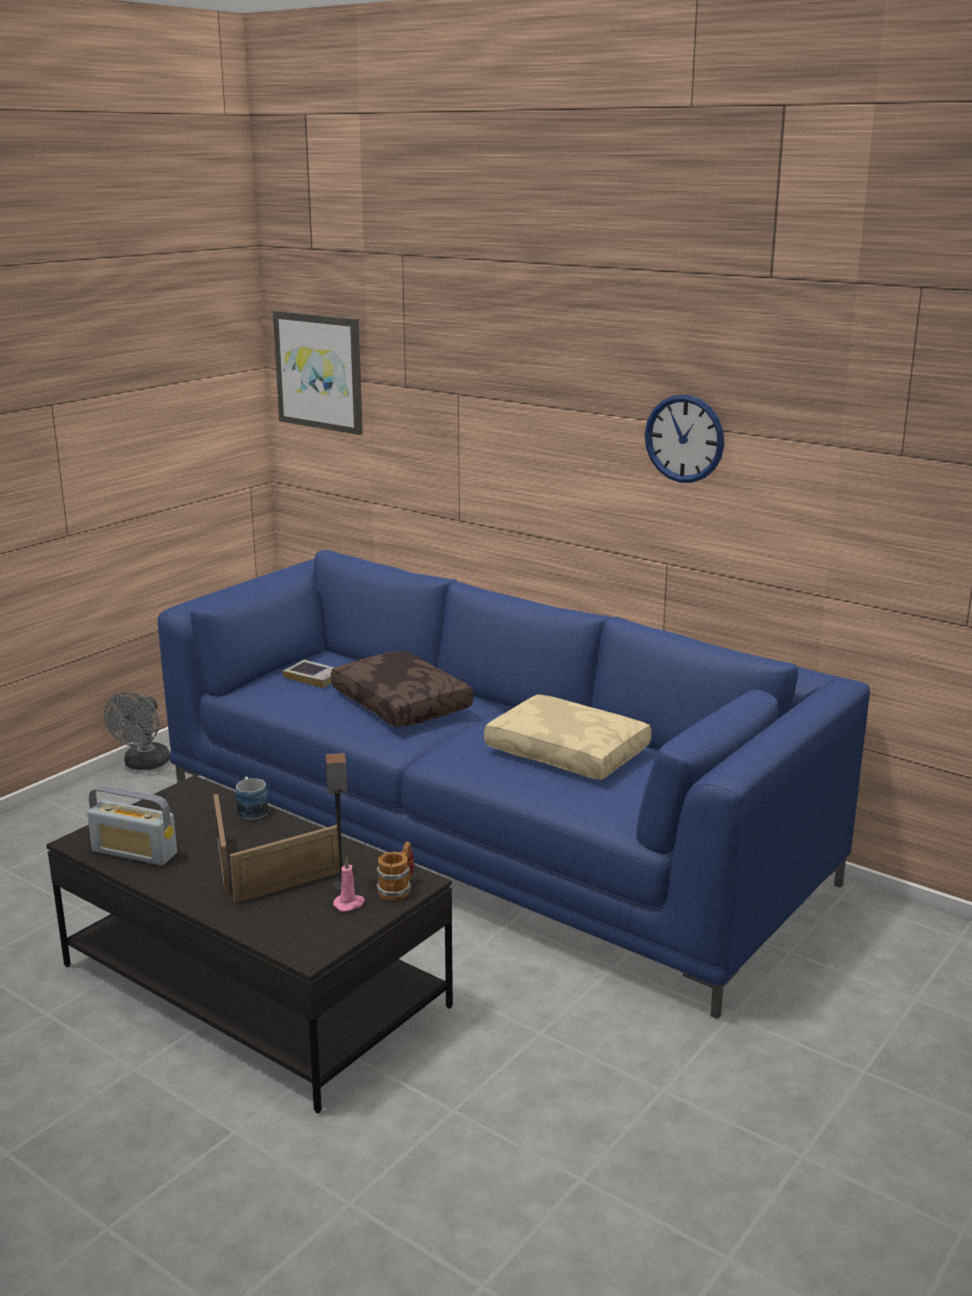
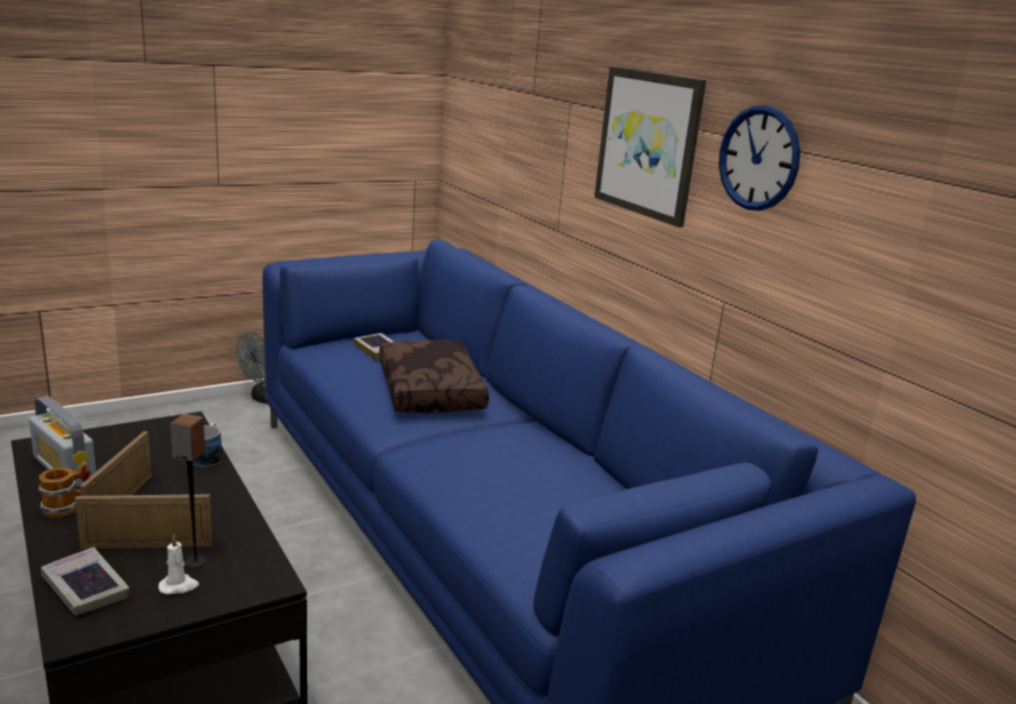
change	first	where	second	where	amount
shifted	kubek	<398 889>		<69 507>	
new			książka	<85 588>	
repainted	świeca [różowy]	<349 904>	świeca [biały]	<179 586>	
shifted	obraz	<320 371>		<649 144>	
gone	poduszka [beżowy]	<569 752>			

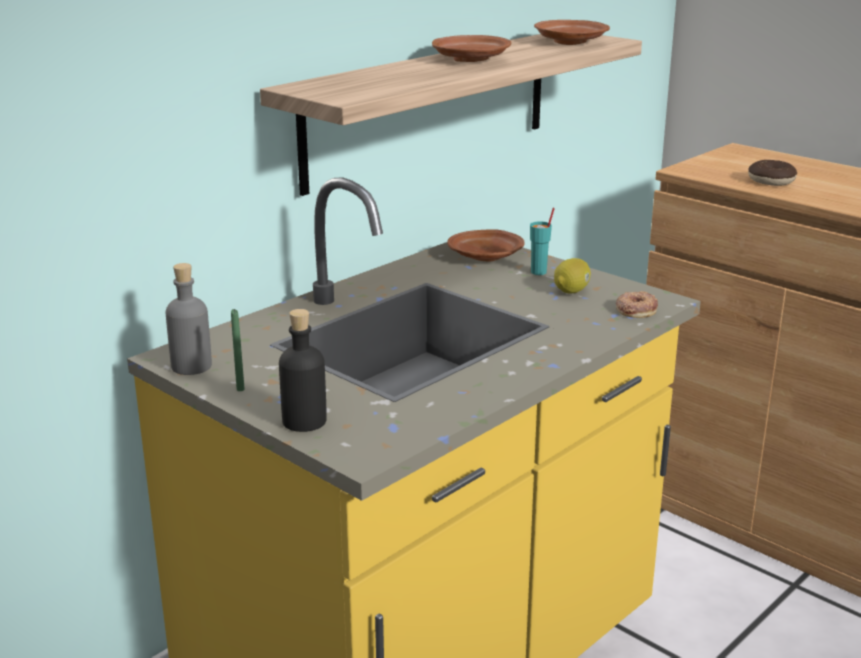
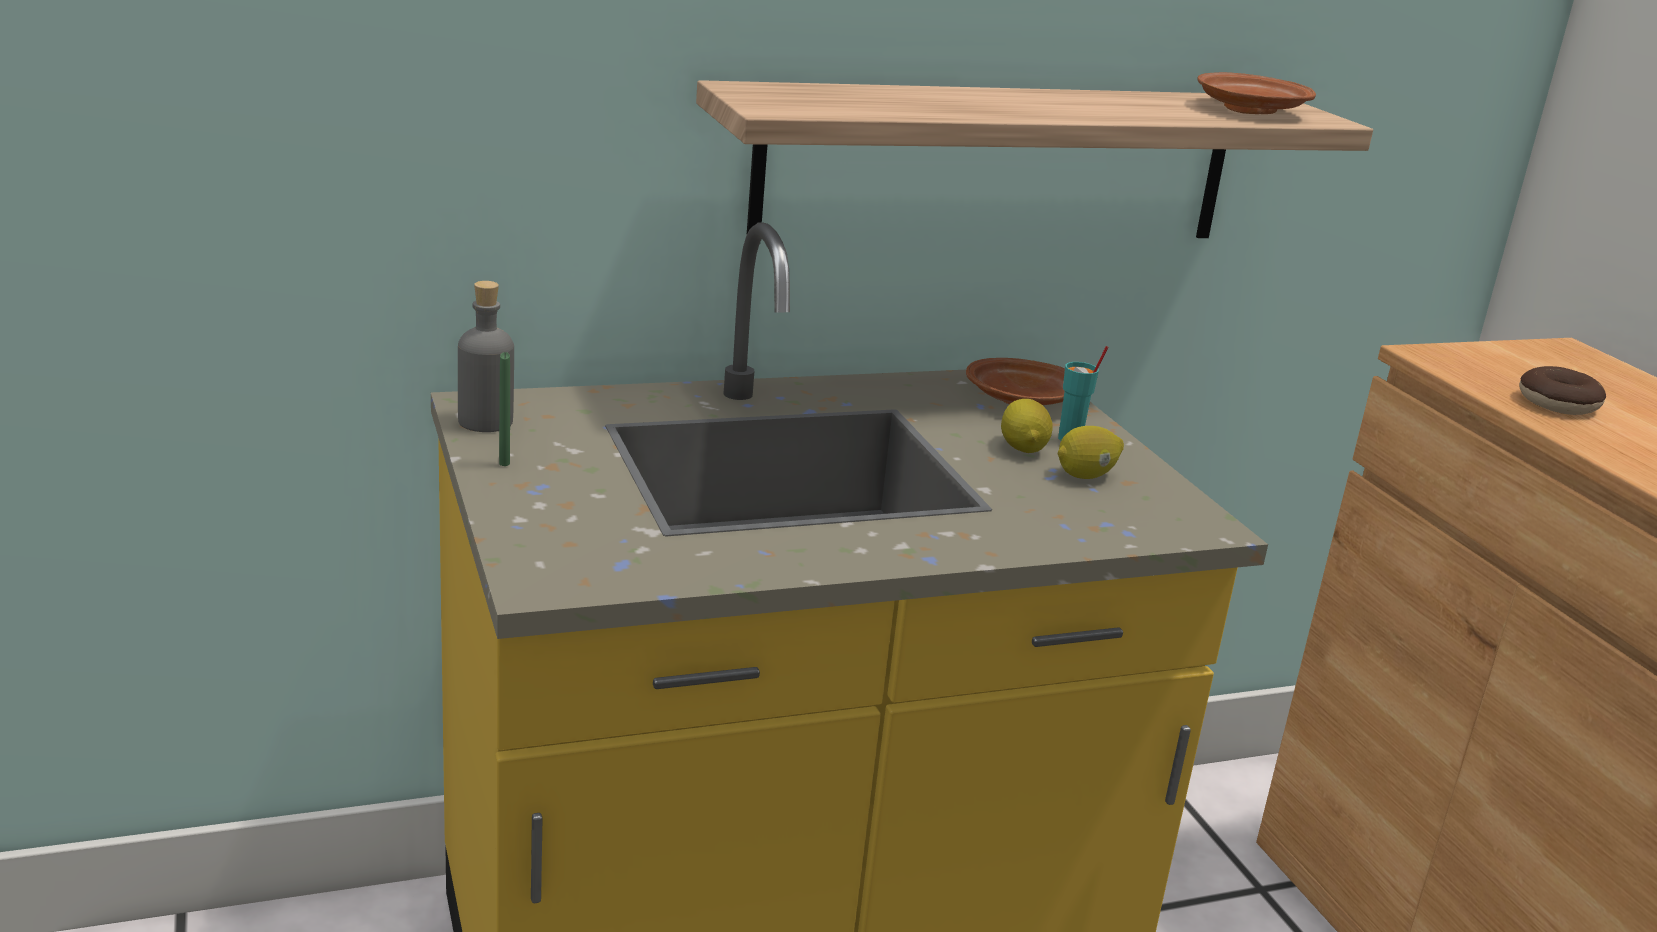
change	first	where	second	where	amount
new			cytryna	<1023 448>	
gone	butelka [czarny]	<304 421>			
gone	talerz [brązowy]	<471 59>			
gone	donut	<635 309>			

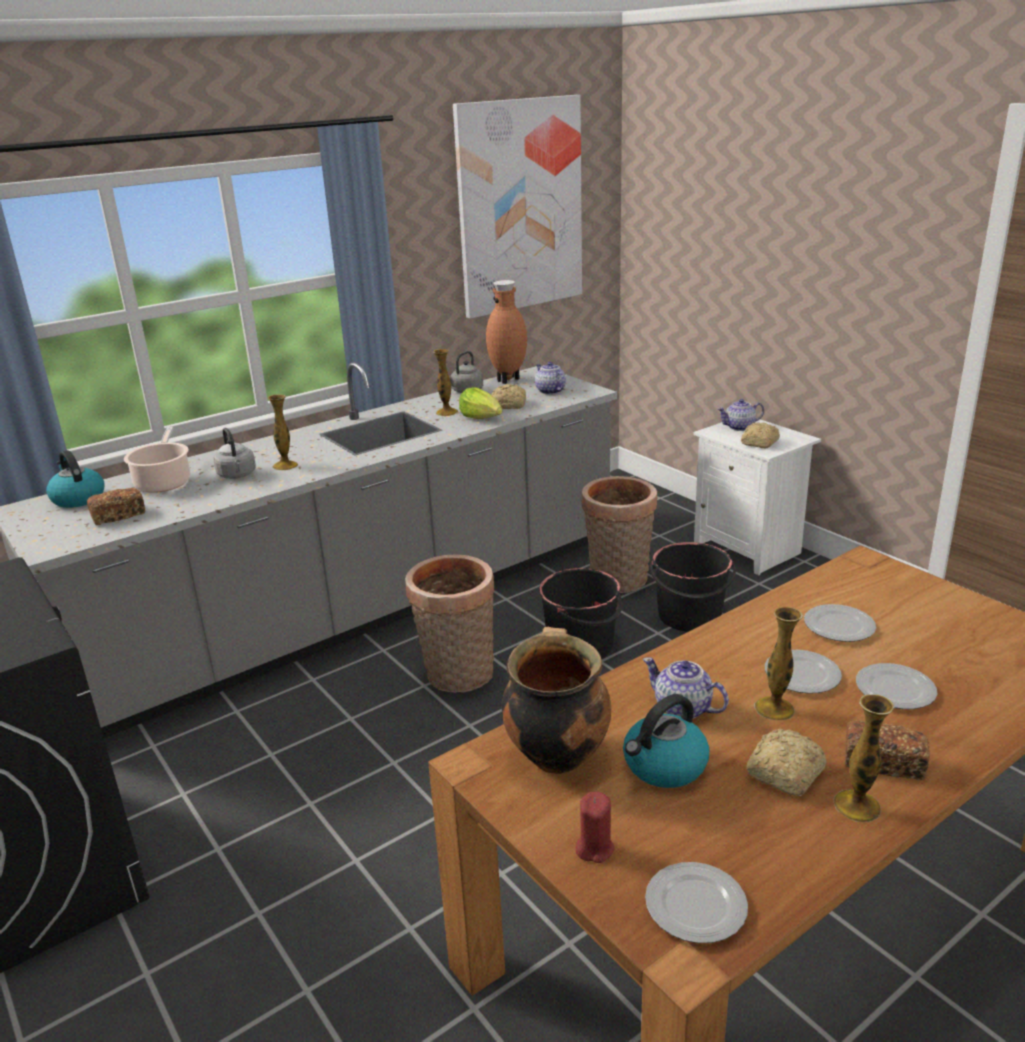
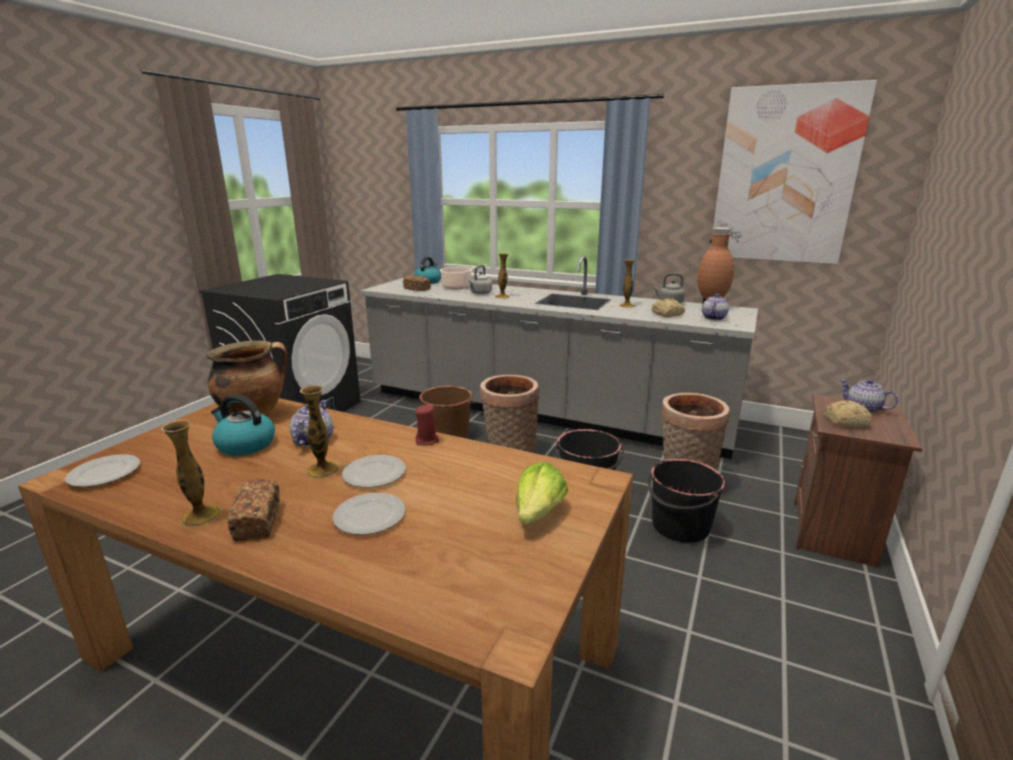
change	first	where	second	where	amount
shifted	świeca [czerwony]	<594 848>		<427 440>	
new			wiadro [brązowy]	<448 434>	
shifted	sałata	<482 418>		<539 513>	
repainted	szafka nocna [biały]	<748 548>	szafka nocna [brązowy]	<834 533>	
gone	chleb	<784 774>			
gone	talerz	<838 627>			

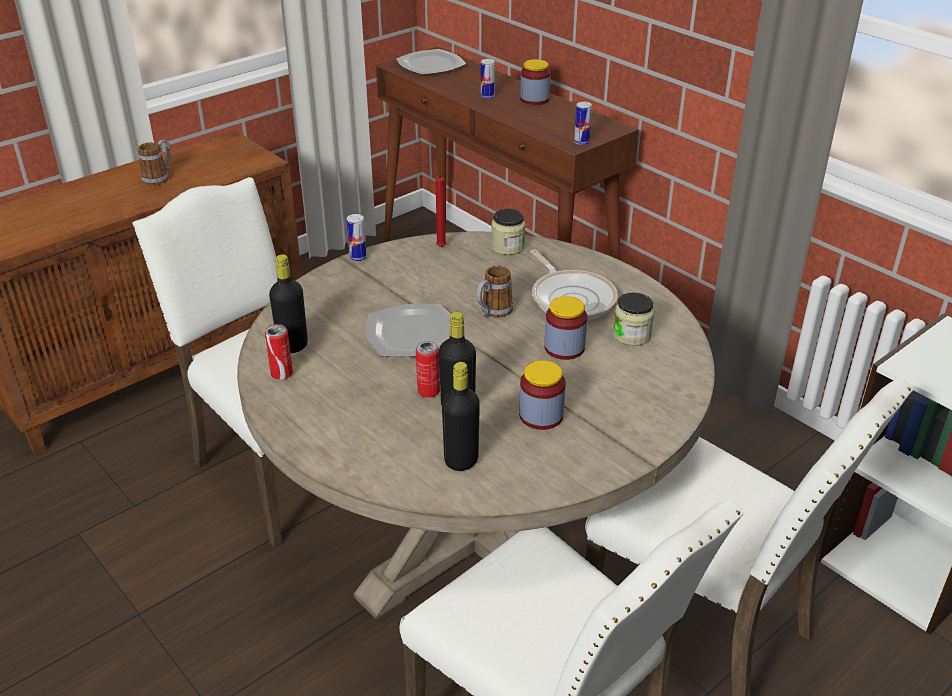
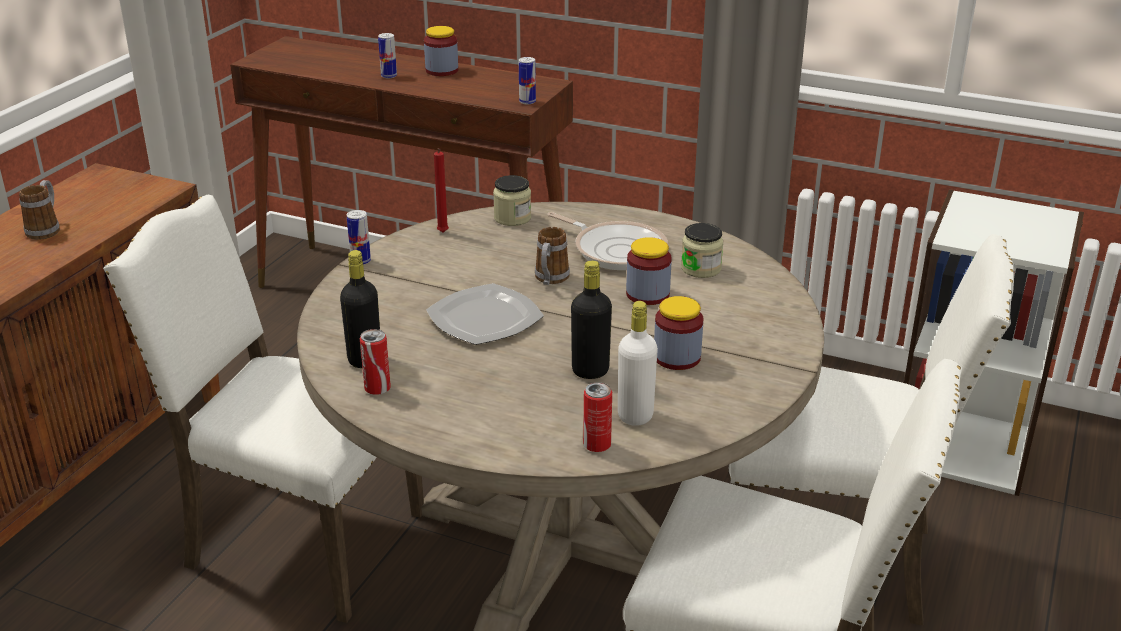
change	first	where	second	where	amount
shifted	puszka	<428 391>		<597 445>	
repainted	butelka [czarny]	<461 460>	butelka [biały]	<635 415>	
gone	talerz	<430 65>			

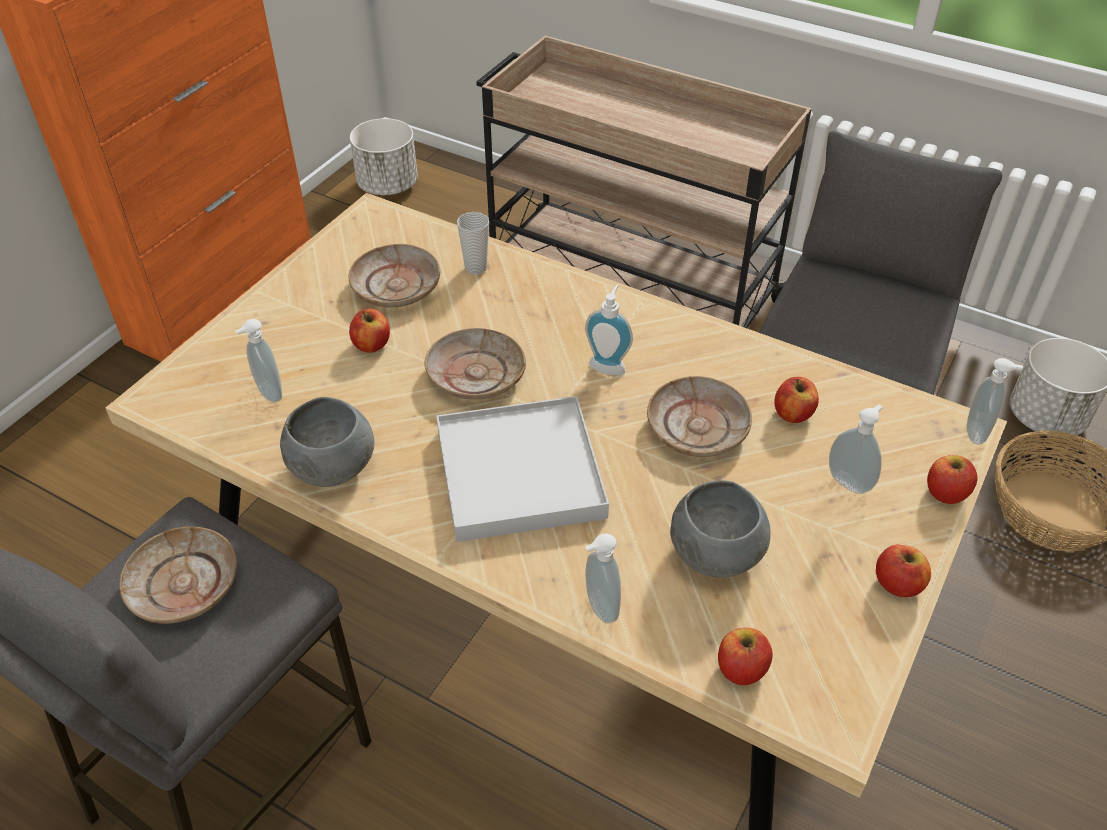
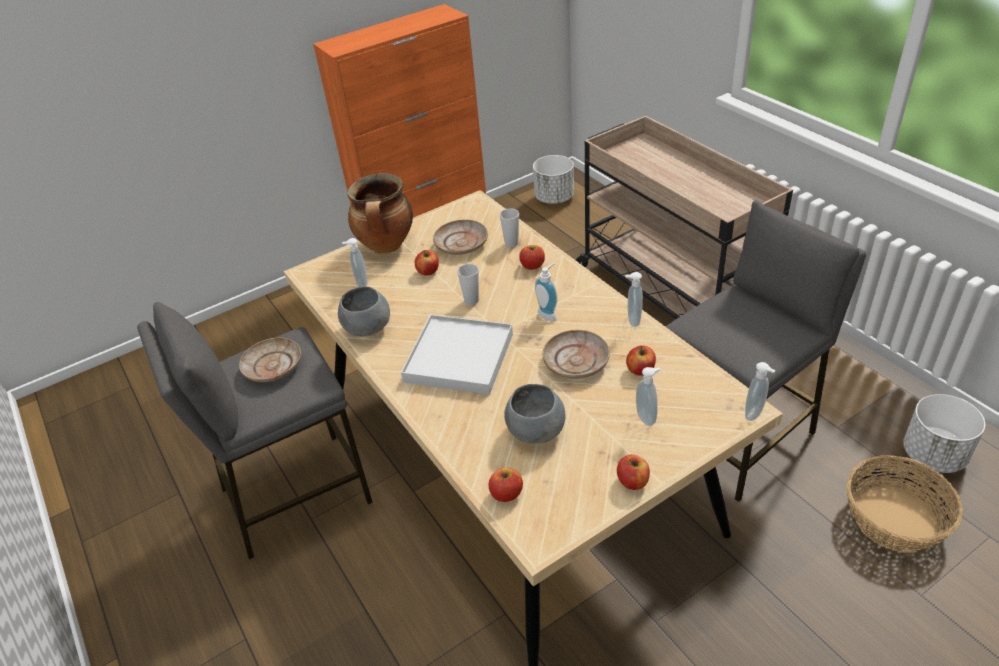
change	first	where	second	where	amount
new			garnek	<387 246>	
swapped	talerz [beżowy]	<475 374>	filiżanka	<471 300>	
shifted	jabłko	<946 492>		<532 265>	
shifted	dozownik mydła	<598 608>		<632 320>	

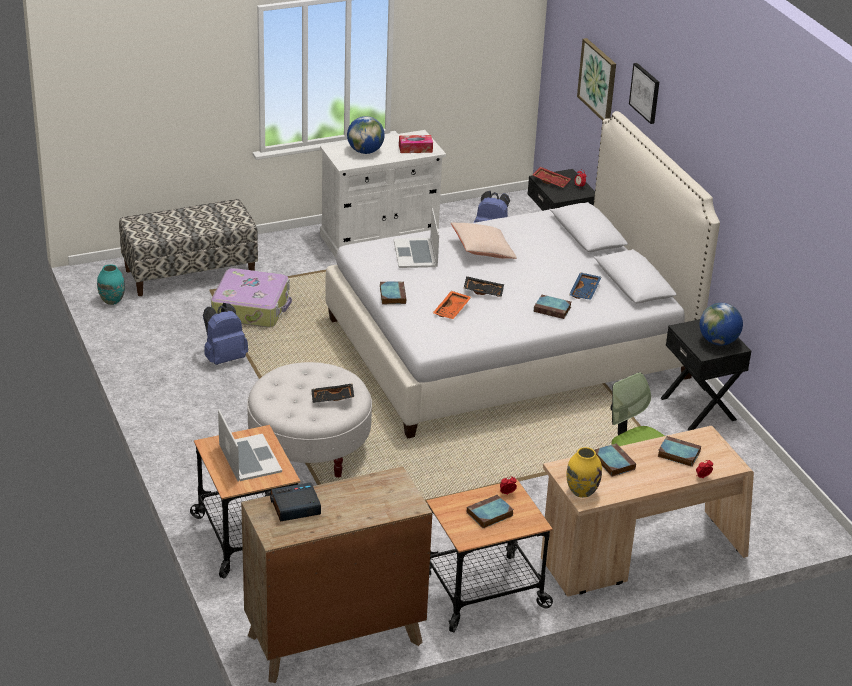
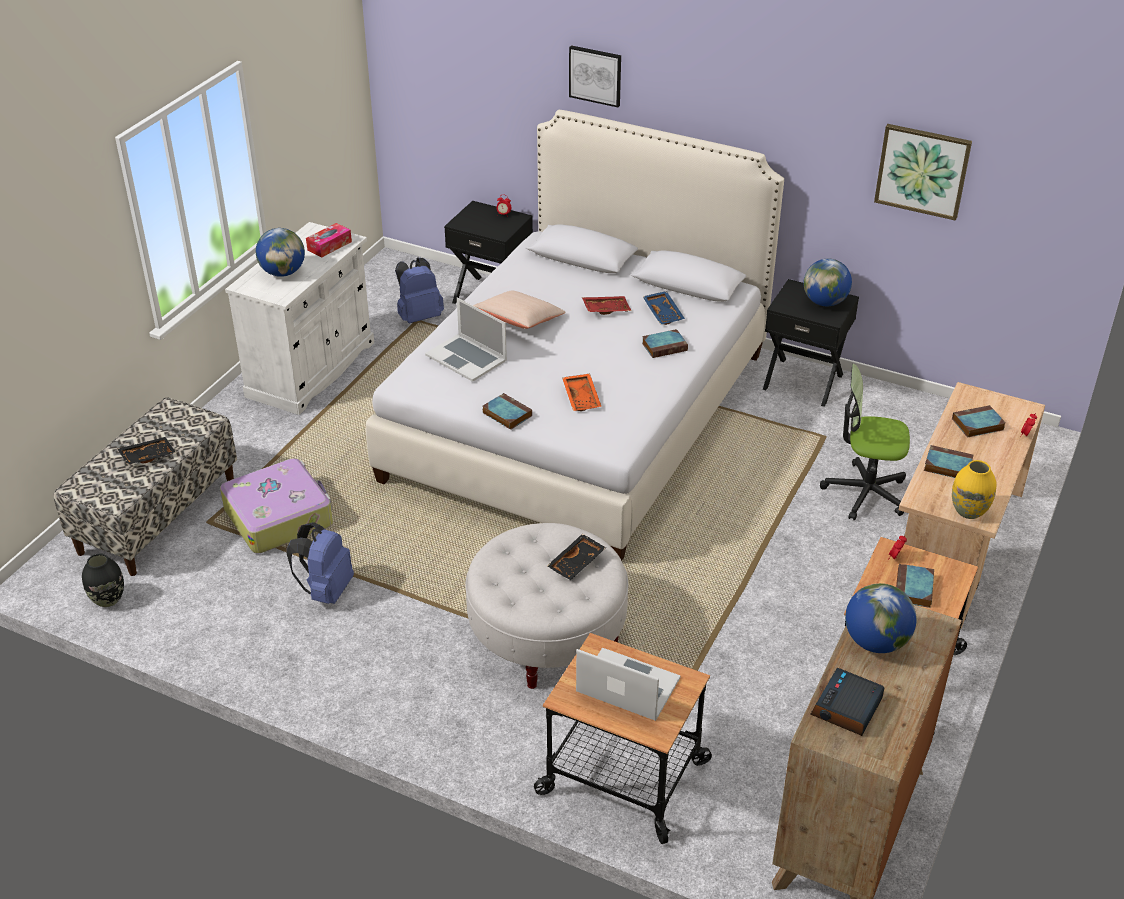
change	first	where	second	where	amount
repainted	wazon [turkusowy]	<111 300>	wazon [czarny]	<107 600>	
shifted	taca [czarny]	<483 291>		<147 456>	
shifted	taca [czerwony]	<551 181>		<606 309>	
new			globus	<876 642>	
shifted	obraz	<598 80>		<922 171>	

